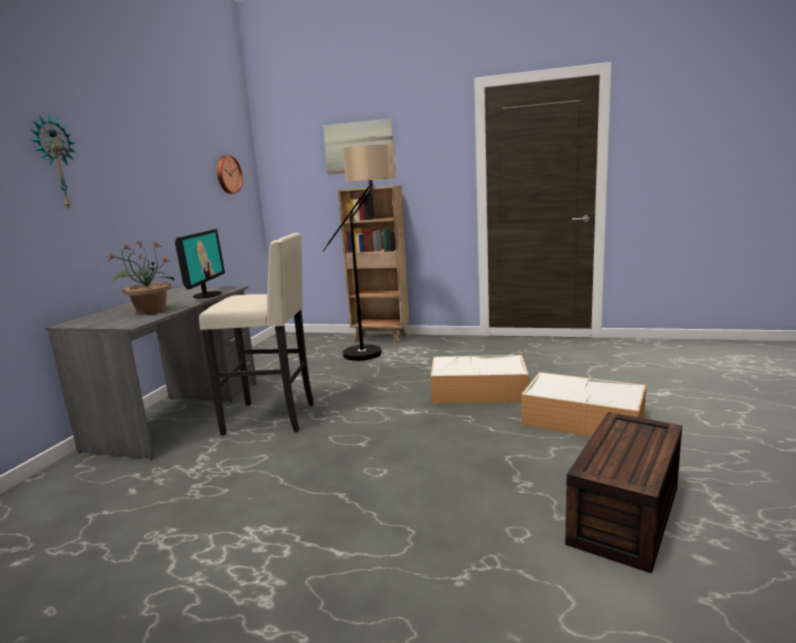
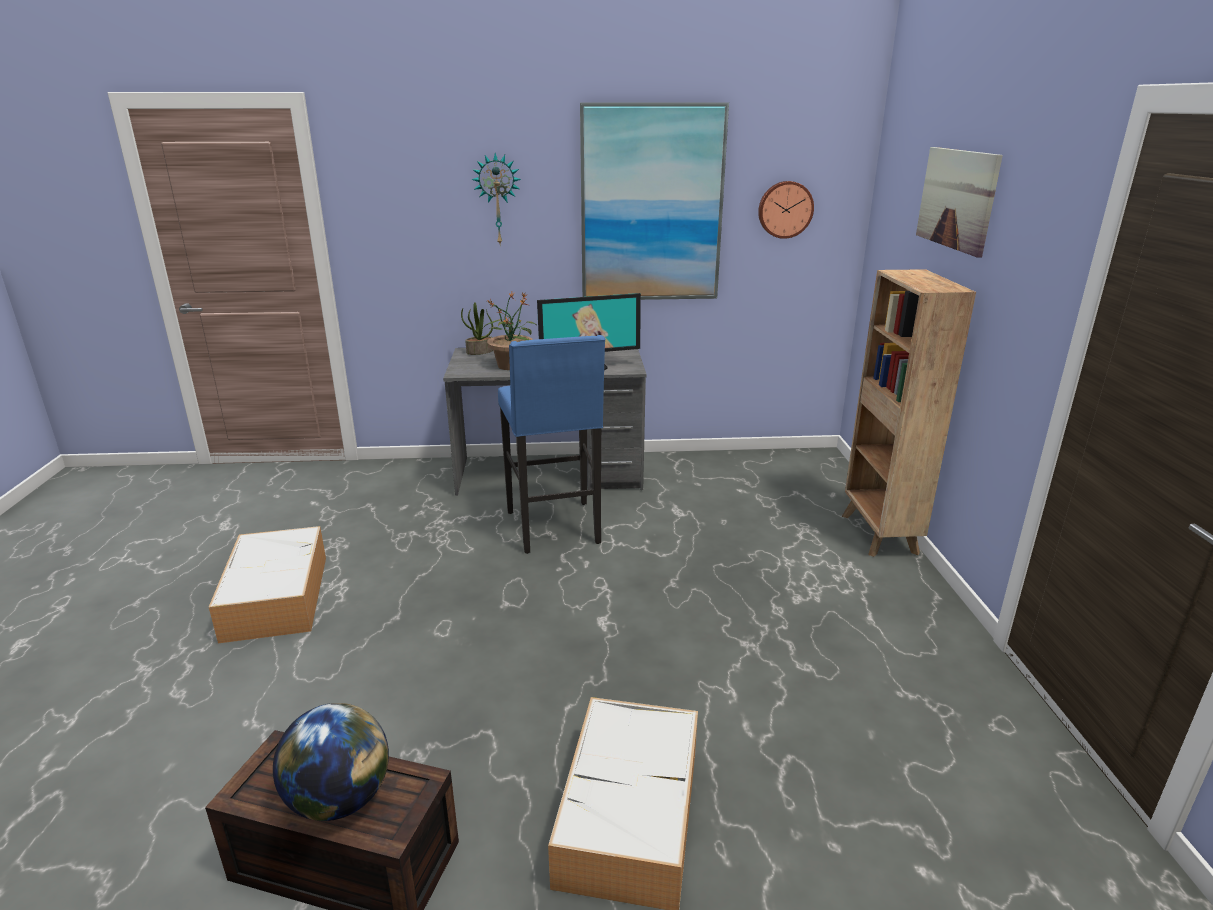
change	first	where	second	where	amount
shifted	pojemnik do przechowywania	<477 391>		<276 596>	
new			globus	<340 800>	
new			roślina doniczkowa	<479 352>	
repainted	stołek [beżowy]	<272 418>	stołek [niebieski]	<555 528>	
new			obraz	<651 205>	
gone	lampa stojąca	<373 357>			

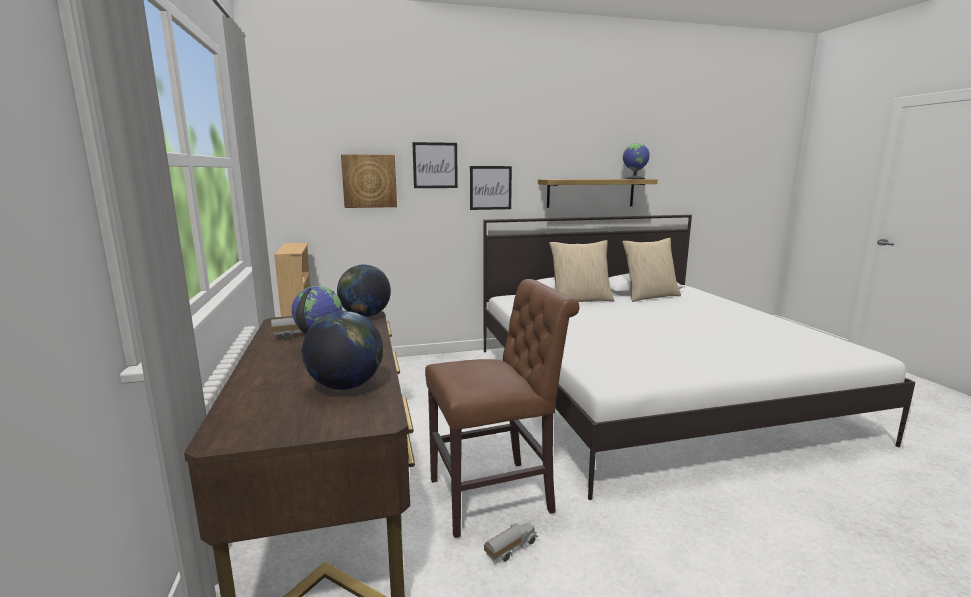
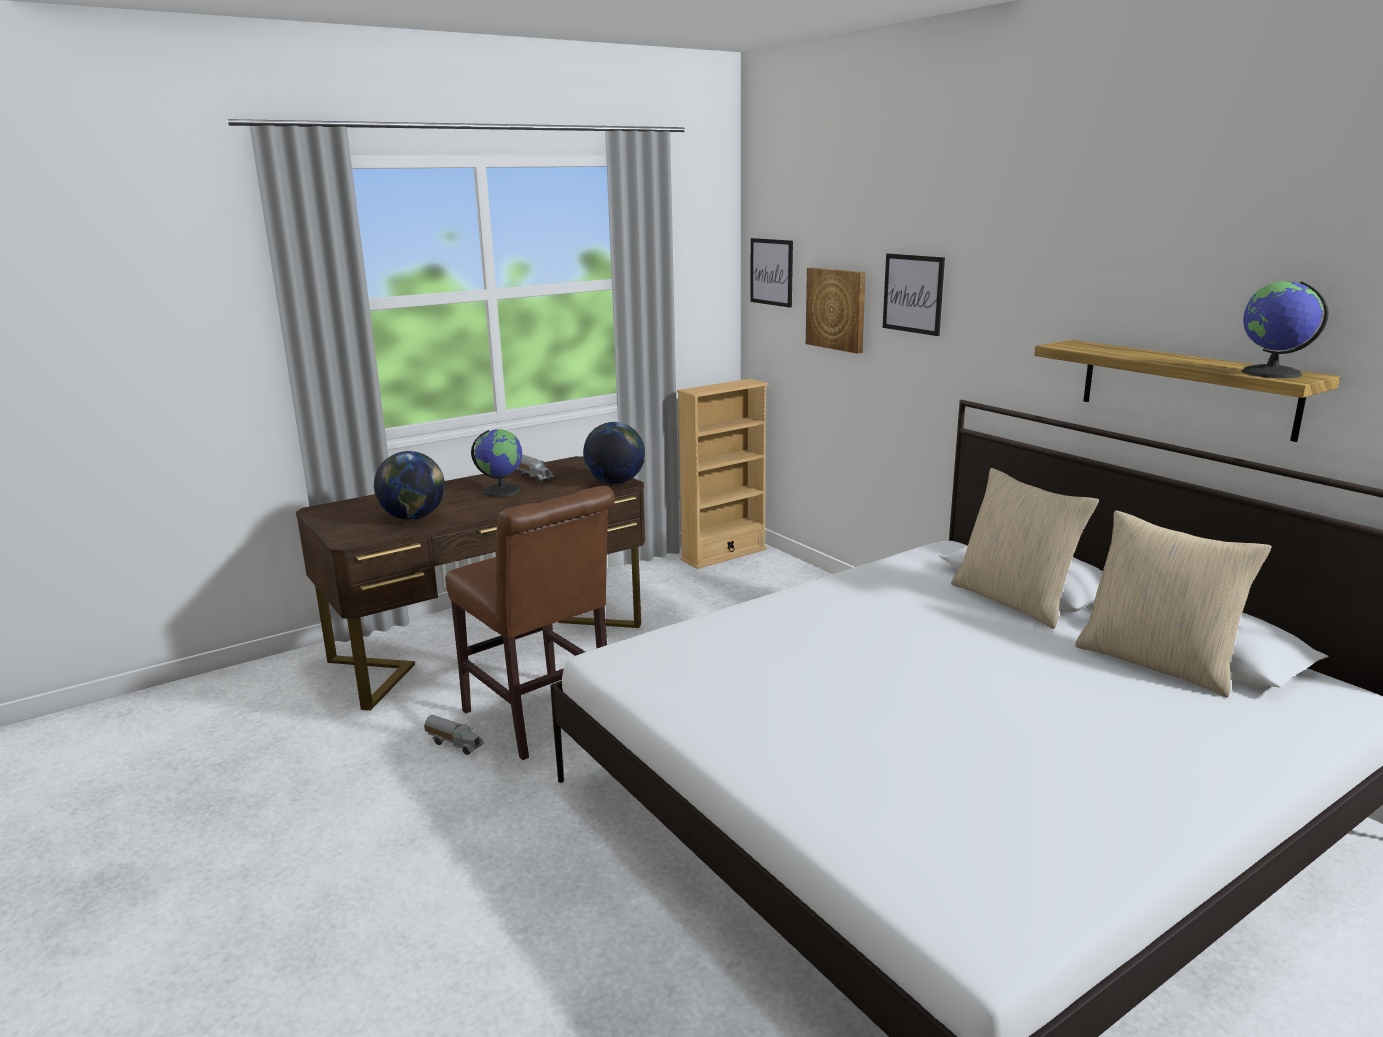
change	first	where	second	where	amount
shifted	obraz	<490 188>		<771 272>	

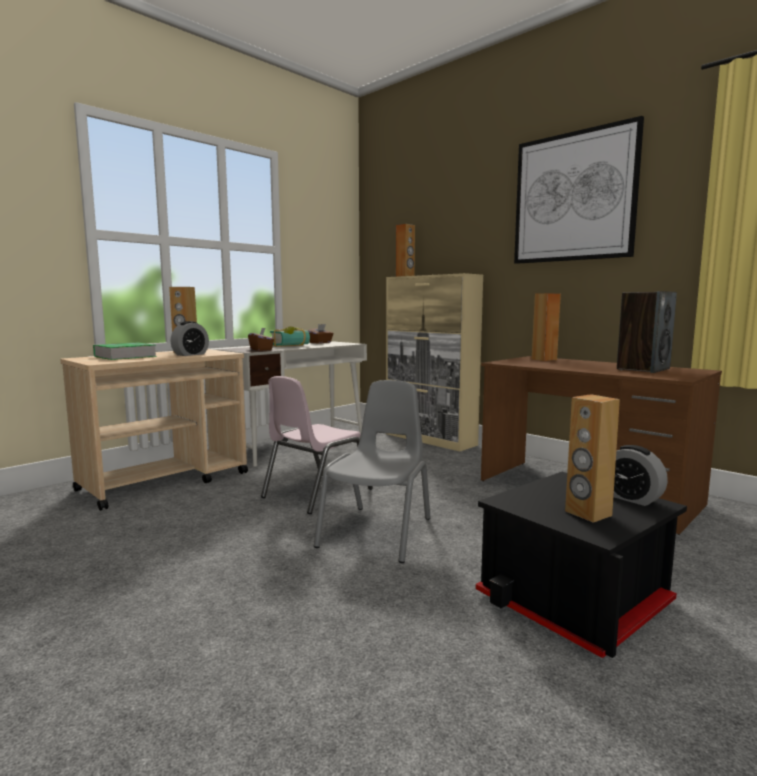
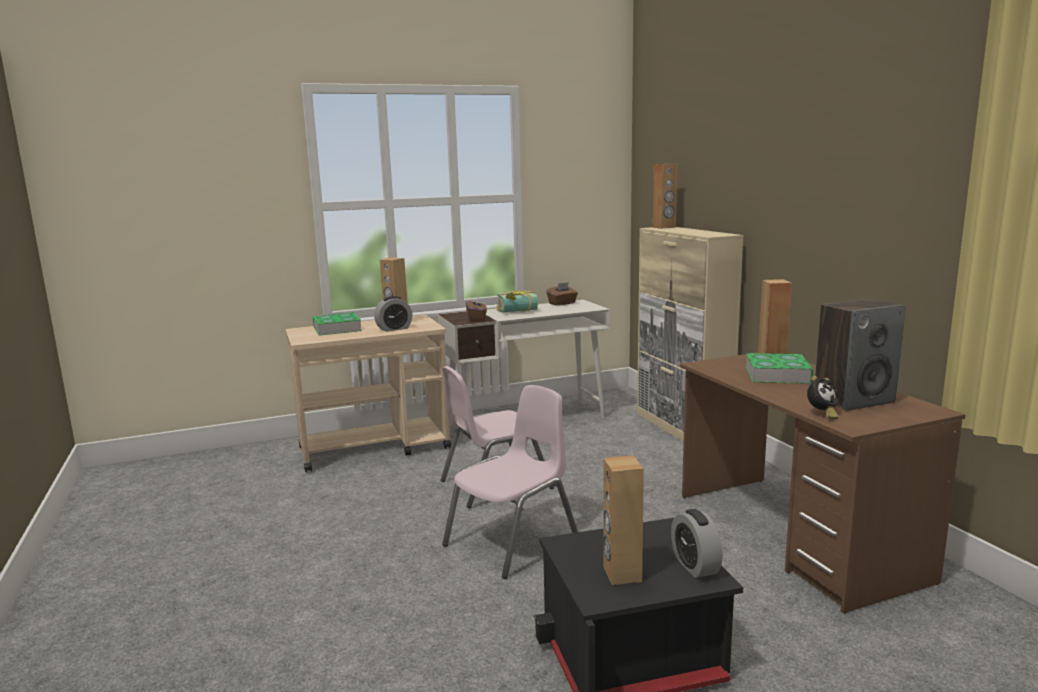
change	first	where	second	where	amount
repainted	krzesło [szary]	<378 532>	krzesło [różowy]	<513 541>	
new			książka	<777 374>	
new			budzik	<821 414>	
gone	obraz	<573 197>			

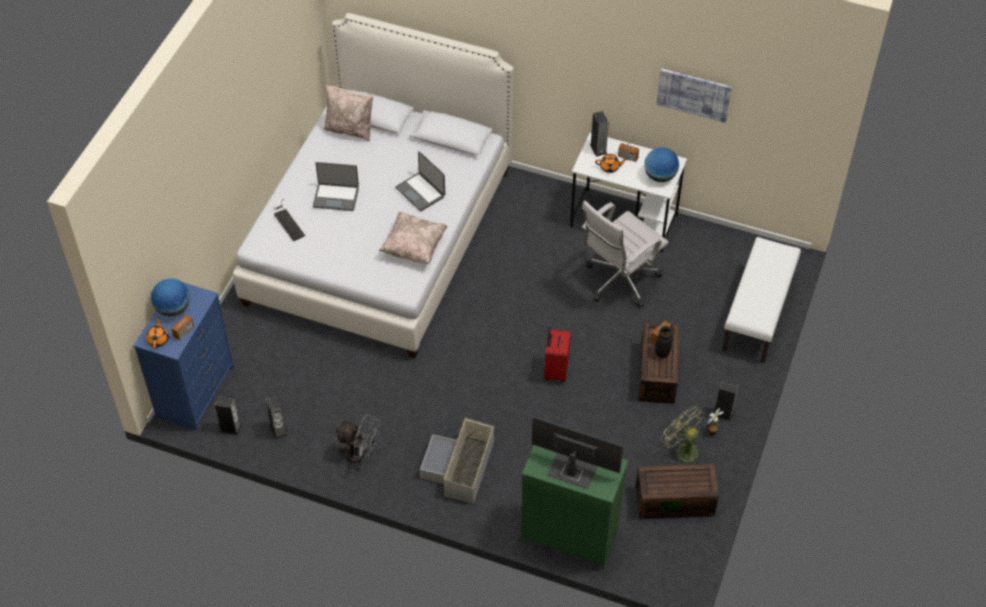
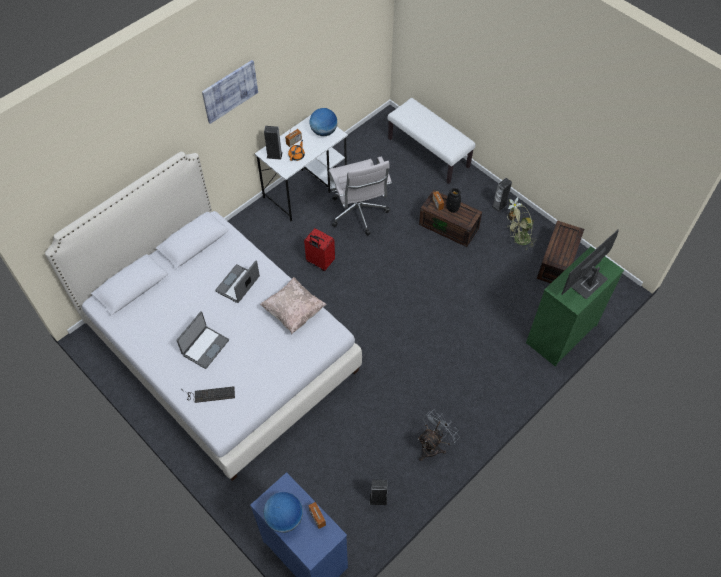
change	first	where	second	where	amount
shifted	obraz	<694 94>		<229 91>	
rotated	laptop	<421 192>		<238 285>	135 degrees clockwise
shifted	walizka [czerwony]	<555 371>		<319 262>	
gone	imbryk [pomarańczowy]	<158 339>			
gone	głośnik	<230 428>			
gone	poduszka [beżowy]	<350 129>			
gone	pojemnik do przechowywania [szary]	<459 468>			

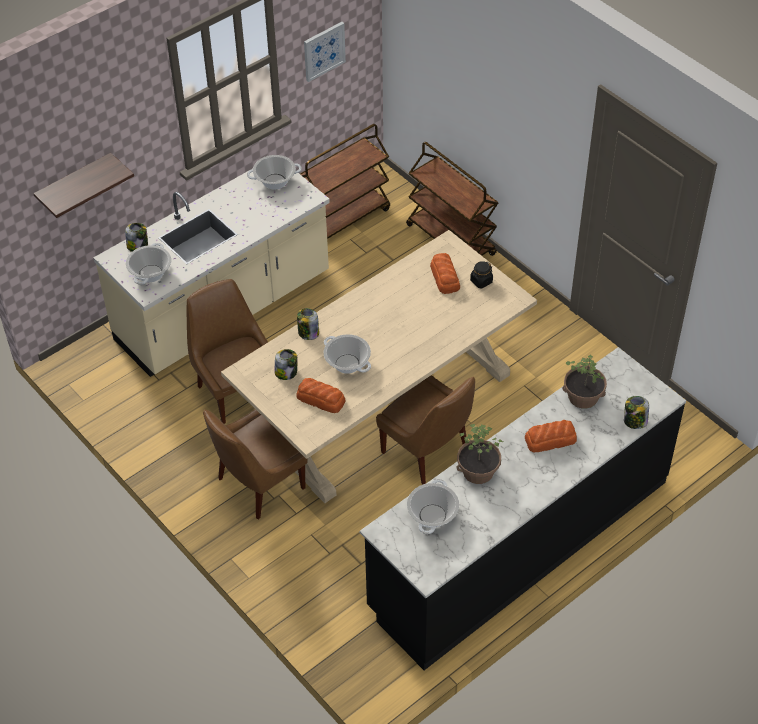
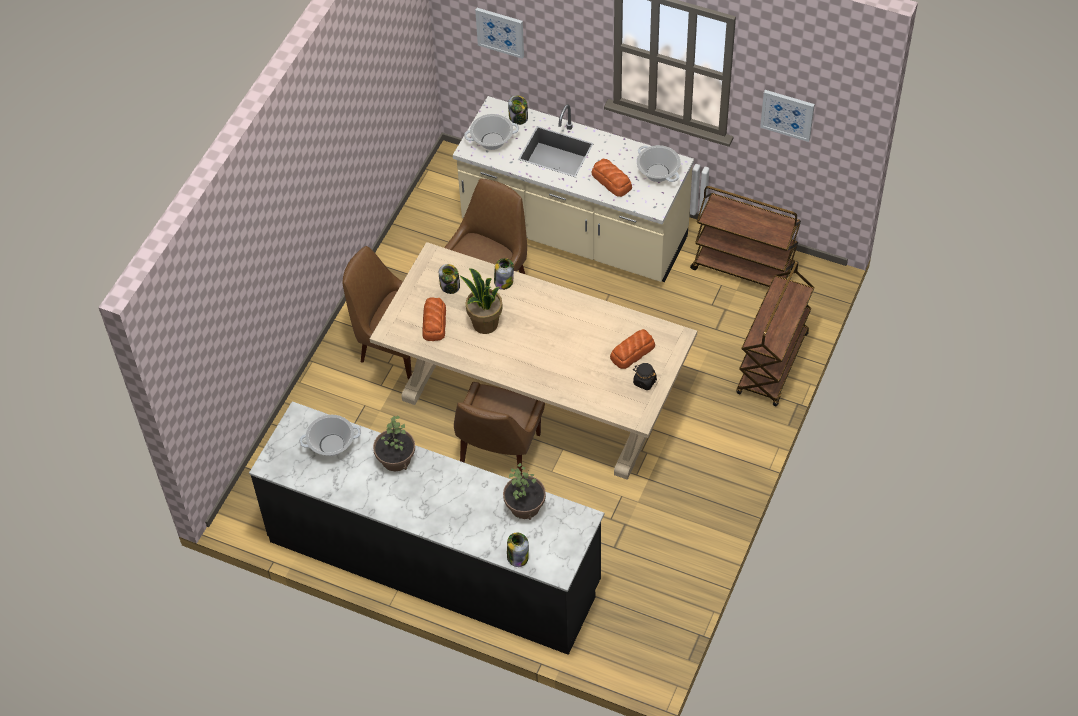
change	first	where	second	where	amount
swapped	garnek	<347 363>	roślina doniczkowa	<484 324>	
swapped	półka	<75 185>	obraz	<500 32>	
shifted	chleb	<551 440>		<611 181>	

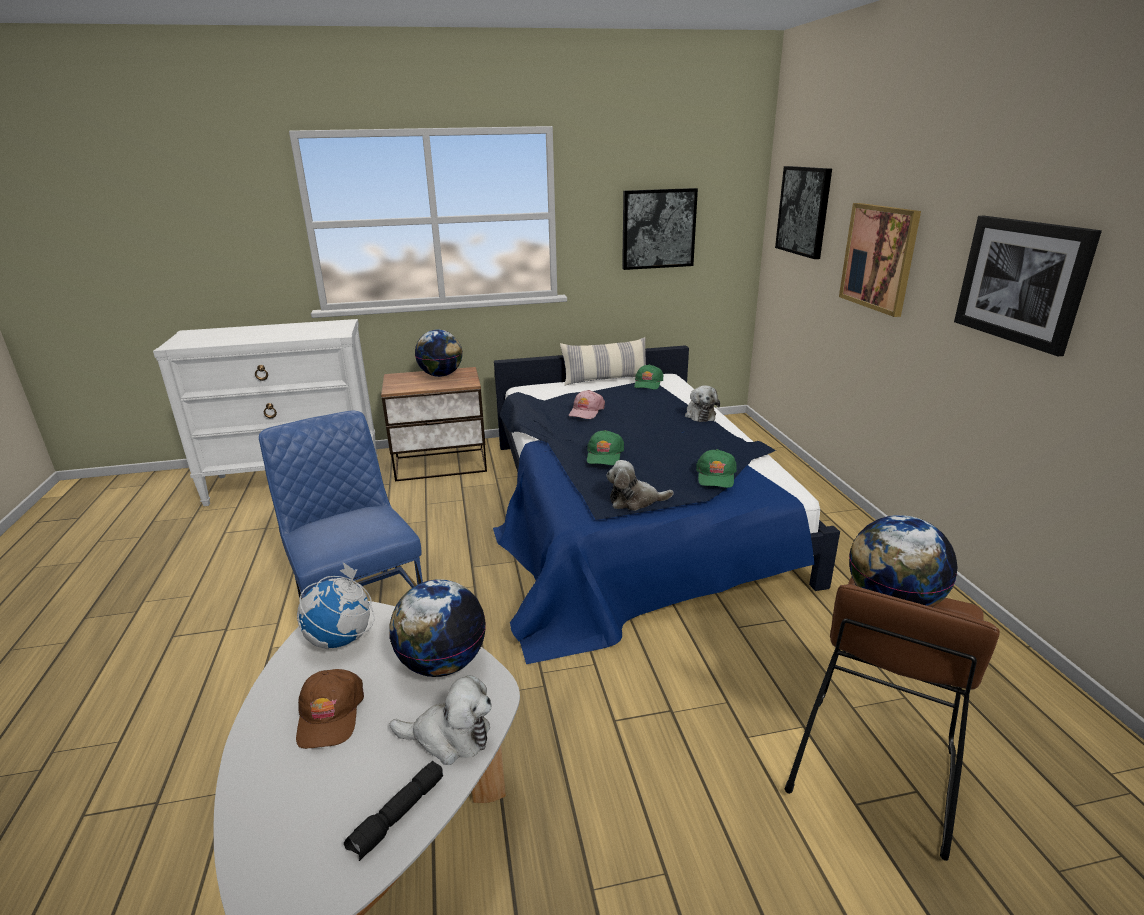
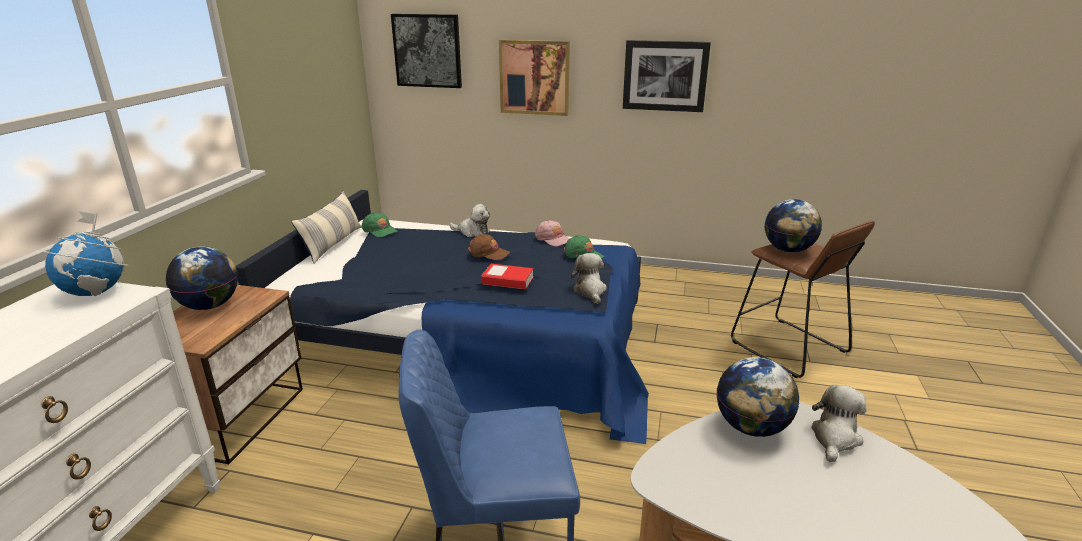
change	first	where	second	where	amount
shifted	globus	<341 640>		<96 292>	
shifted	czapka z daszkiem [brązowy]	<330 715>		<488 253>	
swapped	czapka z daszkiem [zielony]	<604 455>	książka	<507 281>	
shifted	czapka z daszkiem [różowy]	<586 411>		<553 239>	
rotated	pluszak	<635 501>		<590 291>	150 degrees clockwise
gone	latarka [czarny]	<398 816>			
gone	obraz	<658 229>			

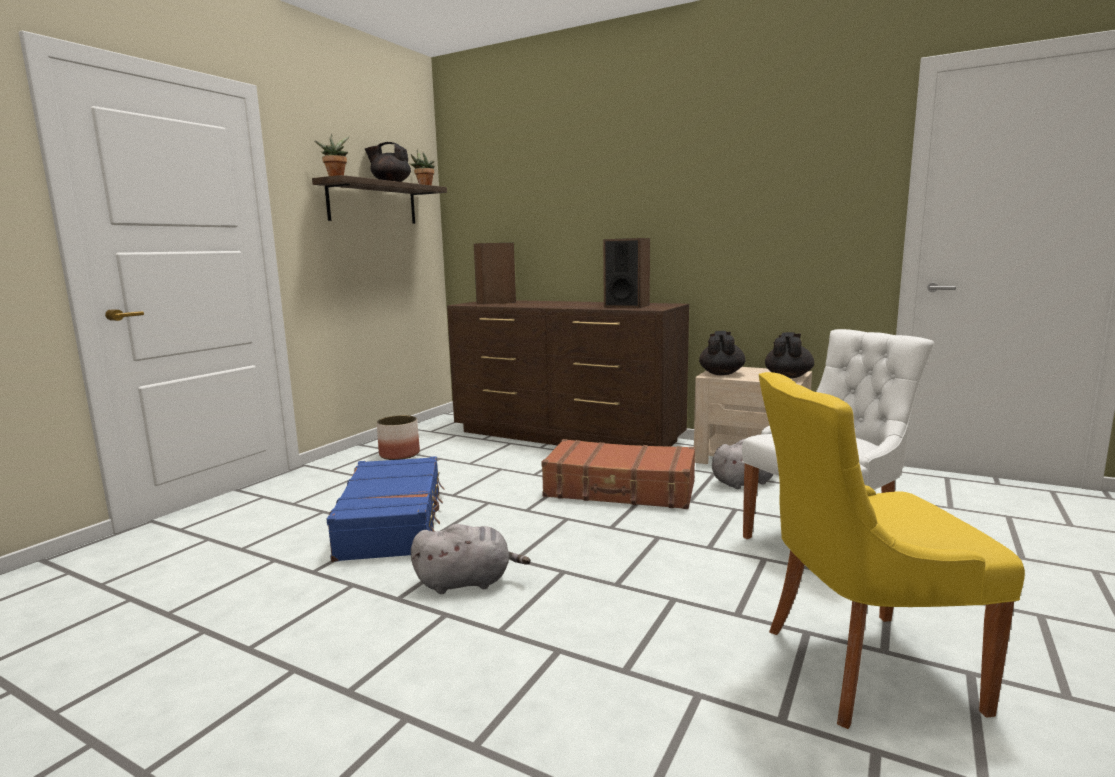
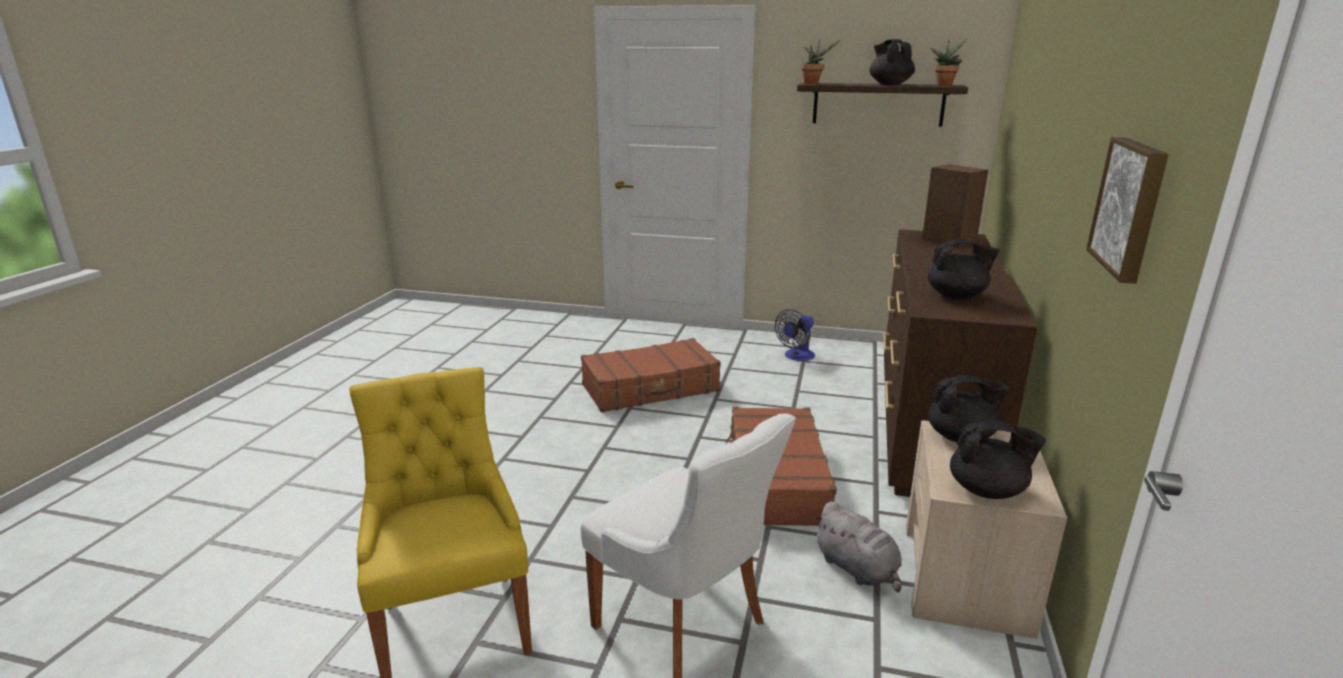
change	first	where	second	where	amount
repainted	walizka [niebieski]	<393 522>	walizka [brązowy]	<651 388>	
swapped	donica	<400 454>	wentylator	<796 357>	
swapped	głośnik	<626 306>	imbryk [czarny]	<957 296>	
new			obraz	<1131 207>	
gone	pluszak [szary]	<467 582>			

